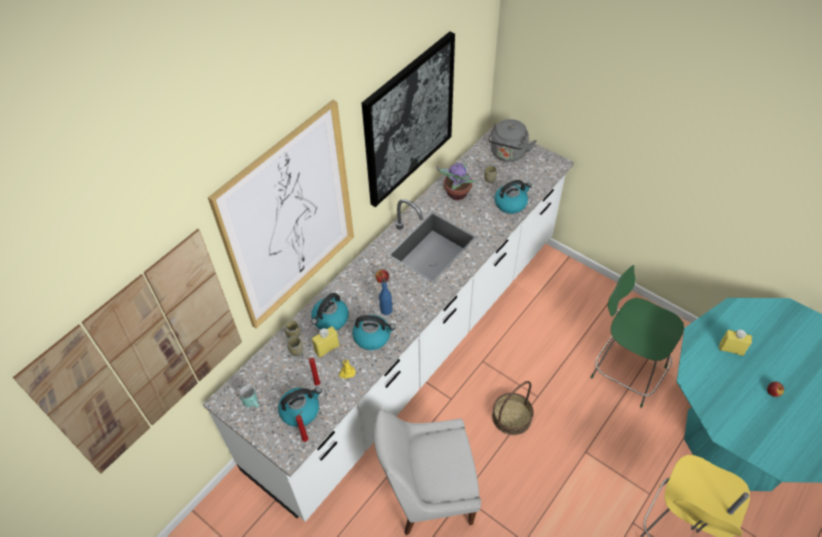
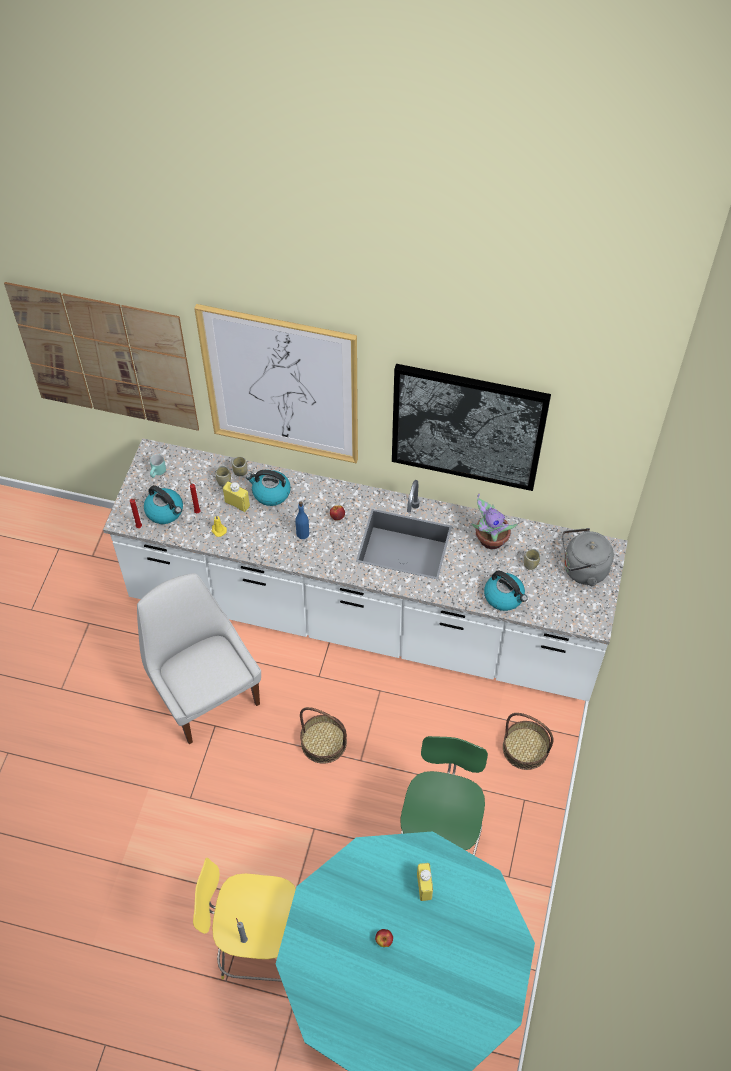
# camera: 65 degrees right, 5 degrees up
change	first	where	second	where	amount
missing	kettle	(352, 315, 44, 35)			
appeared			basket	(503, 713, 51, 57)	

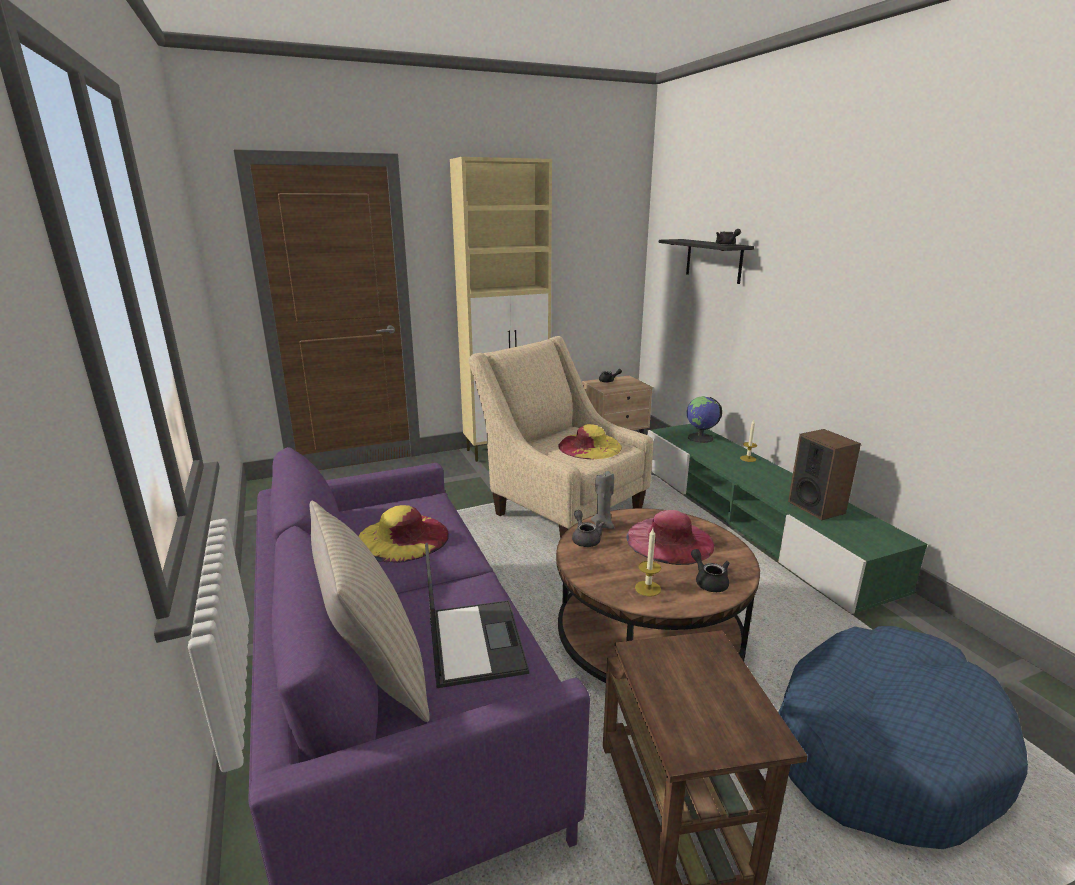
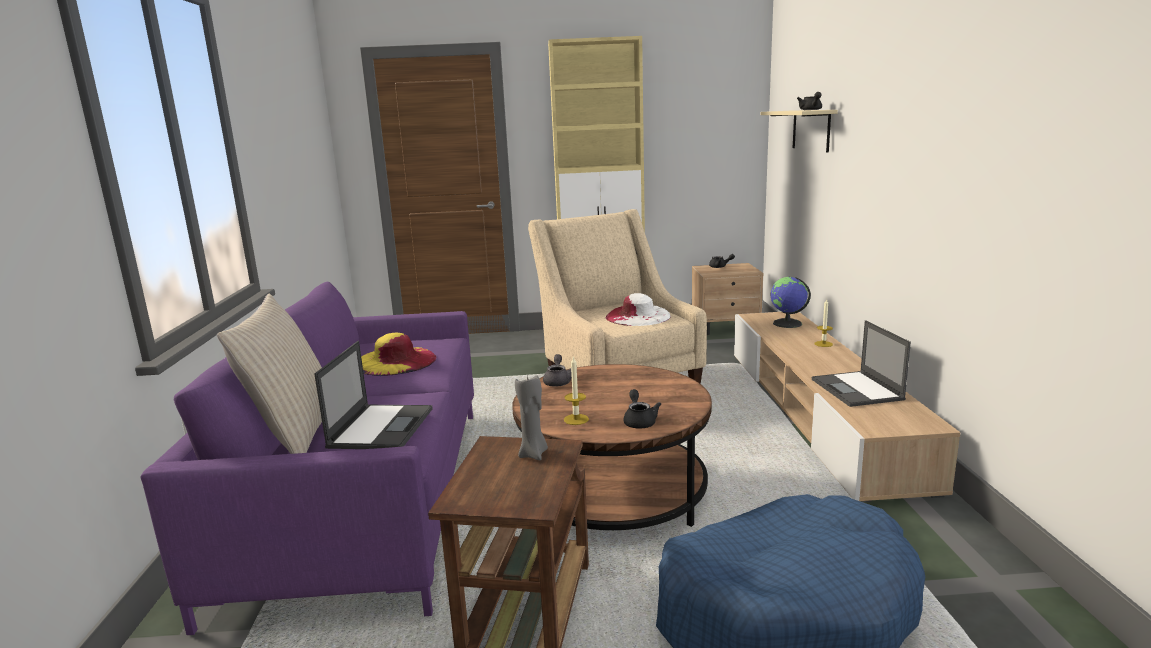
# camera: 20 degrees right, 5 degrees down
change	first	where	second	where	amount
colour	black shelf	(659, 239, 95, 45)	beige shelf	(760, 110, 78, 43)	
colour	yellow hat	(558, 424, 64, 35)	white hat	(606, 293, 65, 33)	
colour	green tv stand	(647, 424, 280, 190)	beige tv stand	(734, 312, 227, 191)	
exchanged	speaker	(788, 429, 73, 91)	laptop	(812, 320, 99, 87)	
relocated	grey candle	(591, 471, 24, 58)		(515, 374, 33, 86)	
missing	pink hat	(626, 510, 88, 55)			

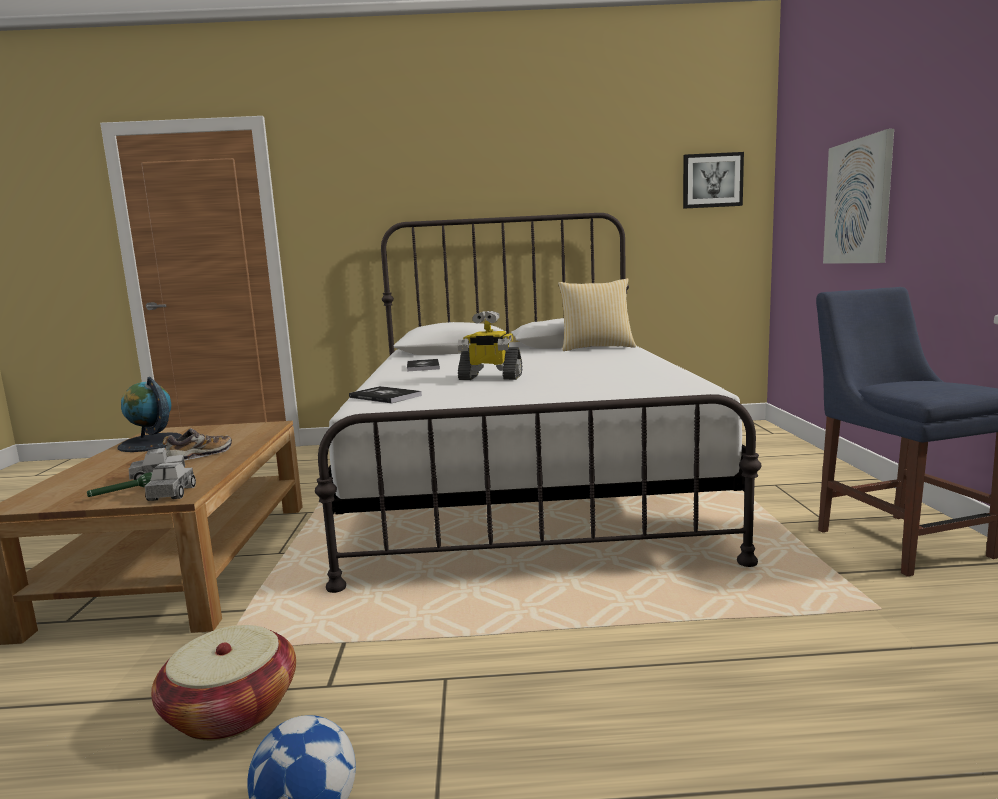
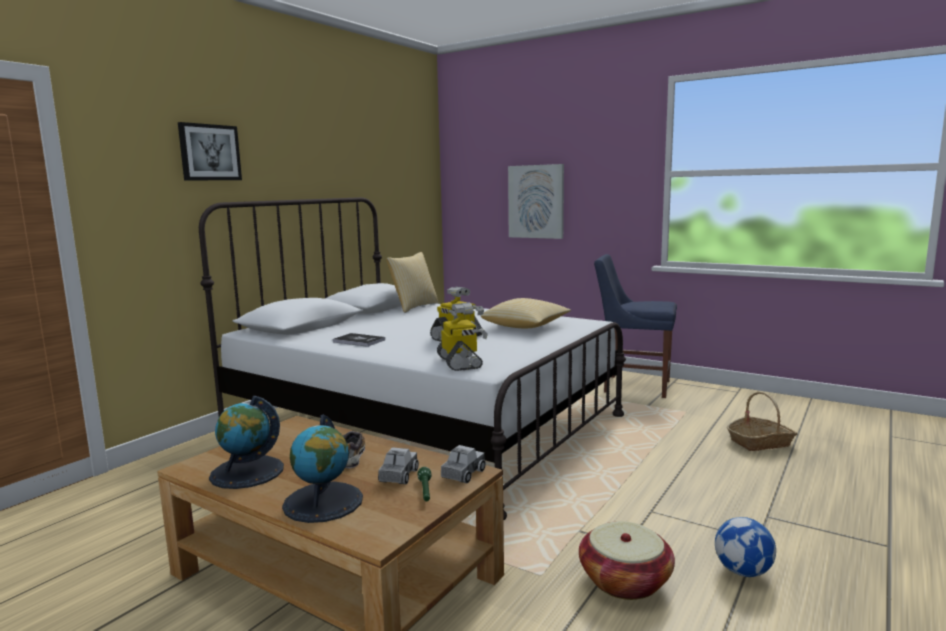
# camera: 55 degrees left, 0 degrees up
change	first	where	second	where	amount
relocated	picture	(683, 152, 61, 57)		(178, 122, 64, 58)	
exchanged	book	(349, 386, 73, 18)	toy robot	(437, 302, 51, 69)	
spun	toy truck	(145, 462, 51, 39)		(441, 445, 45, 39)	90 degrees clockwise
appeared			pillow	(481, 298, 90, 30)	
appeared			basket	(727, 392, 71, 59)	
appeared			globe	(282, 414, 81, 109)	

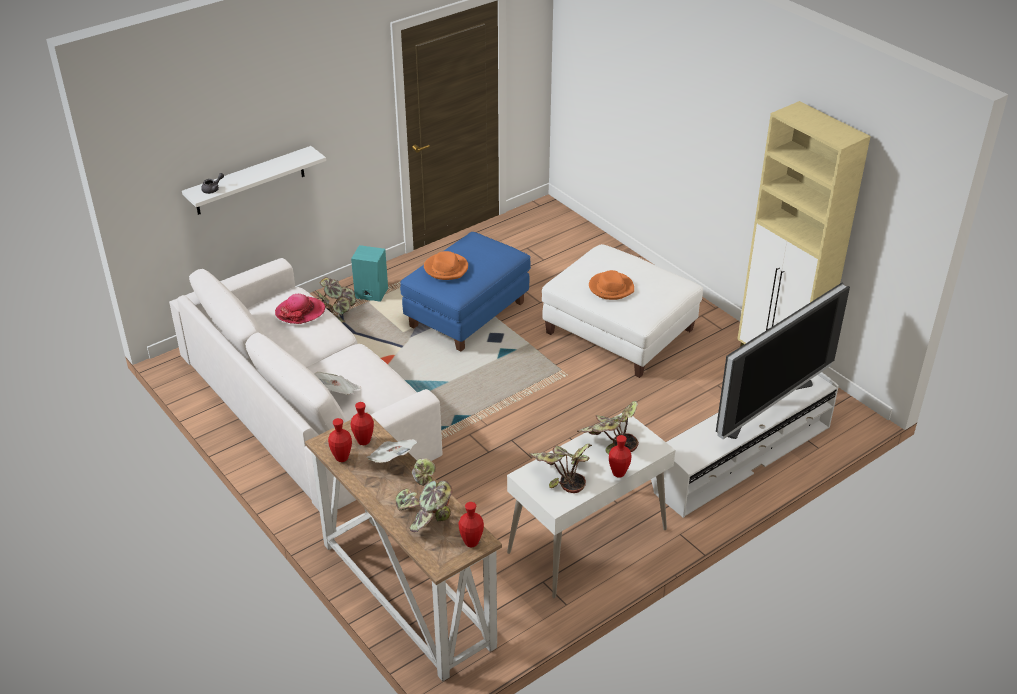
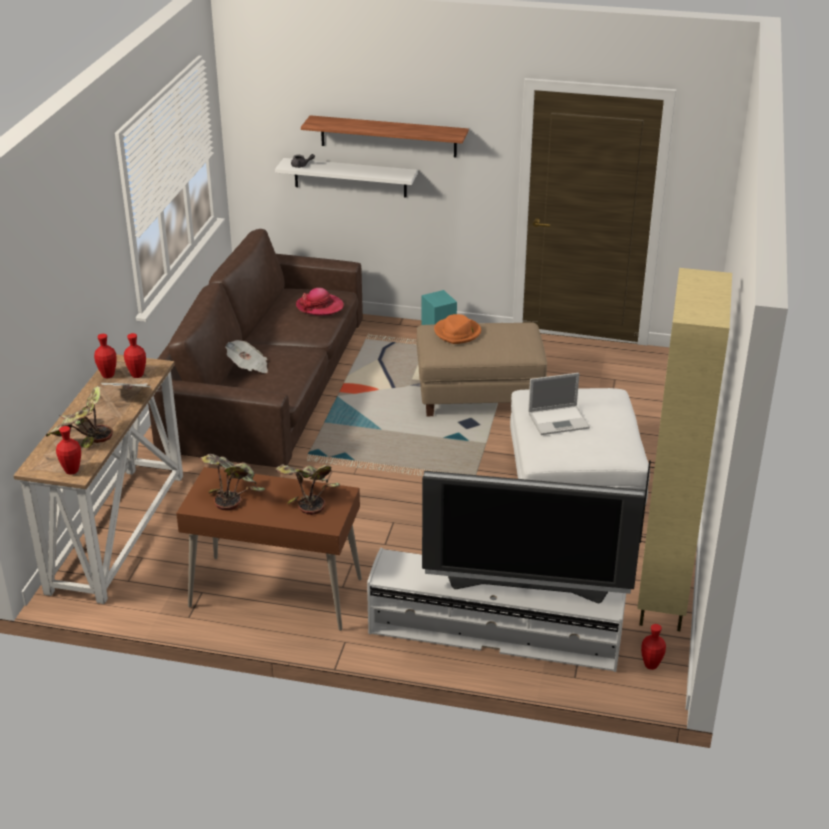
# camera: 50 degrees right, 5 degrees down
change	first	where	second	where	amount
colour	blue ottoman	(400, 232, 131, 120)	beige ottoman	(416, 323, 131, 93)	
colour	white sofa	(169, 258, 273, 252)	brown sofa	(148, 229, 215, 238)	
exchanged	orange hat	(589, 270, 45, 30)	laptop	(528, 373, 62, 62)	
missing	potted plant	(316, 277, 41, 46)			
colour	white desk	(507, 413, 168, 185)	brown desk	(176, 467, 186, 164)	
relocated	red vase	(609, 435, 23, 43)		(641, 624, 25, 46)	
appeared			shelf	(301, 115, 168, 42)	

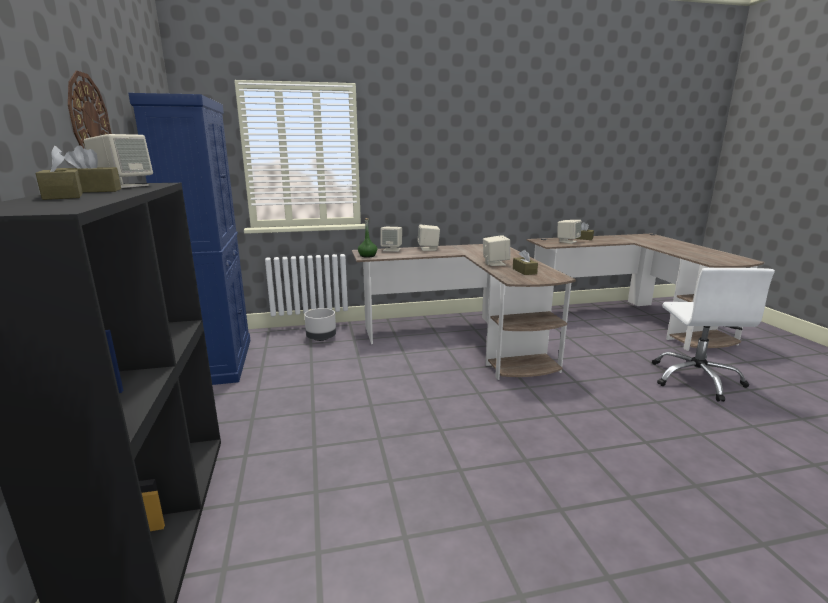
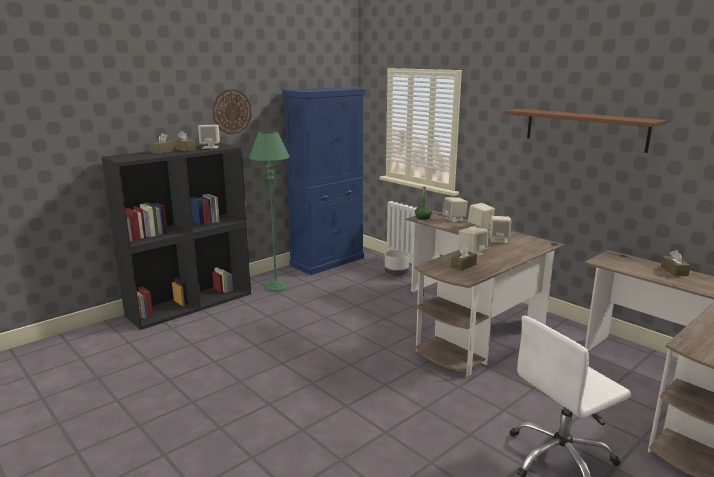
# camera: 60 degrees right, 0 degrees up
change	first	where	second	where	amount
relocated	beige speaker	(557, 220, 24, 24)		(490, 216, 21, 27)	
appeared			brown shelf	(505, 109, 162, 44)	
appeared			green floor lamp	(249, 131, 41, 161)	

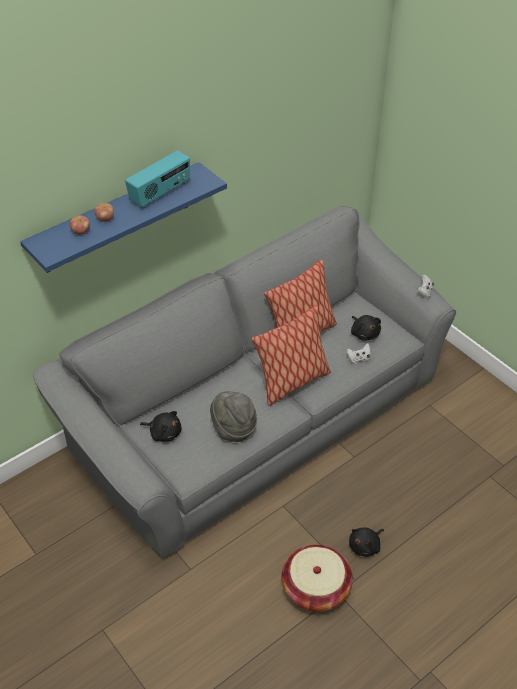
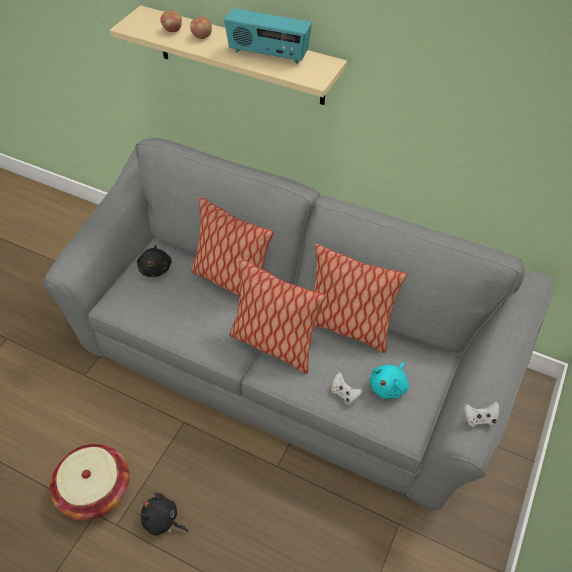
# camera: 65 degrees right, 5 degrees up
change	first	where	second	where	amount
colour	blue shelf	(20, 162, 207, 111)	beige shelf	(109, 5, 238, 100)	
colour	black plush toy	(351, 315, 30, 26)	turquoise plush toy	(370, 362, 39, 37)	
missing	grey hat	(210, 391, 47, 51)			
appeared			pillow	(191, 197, 82, 100)	

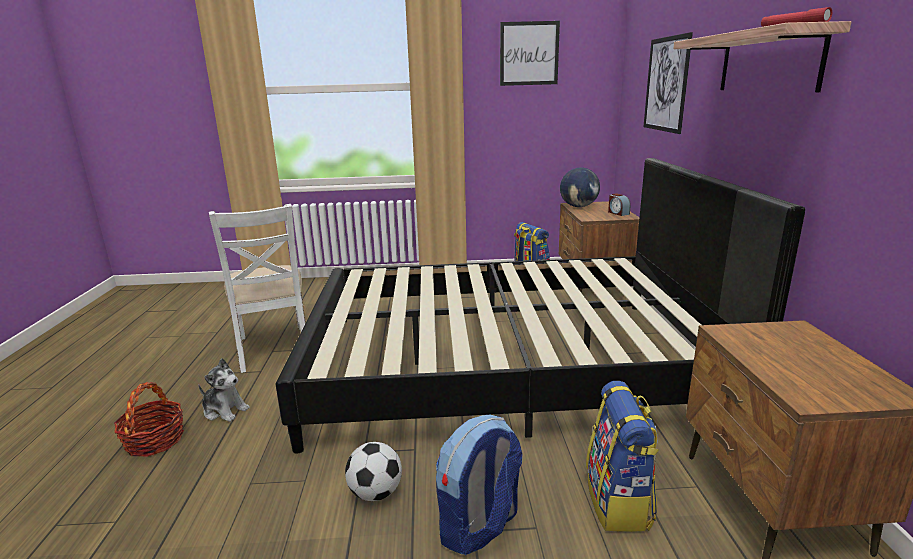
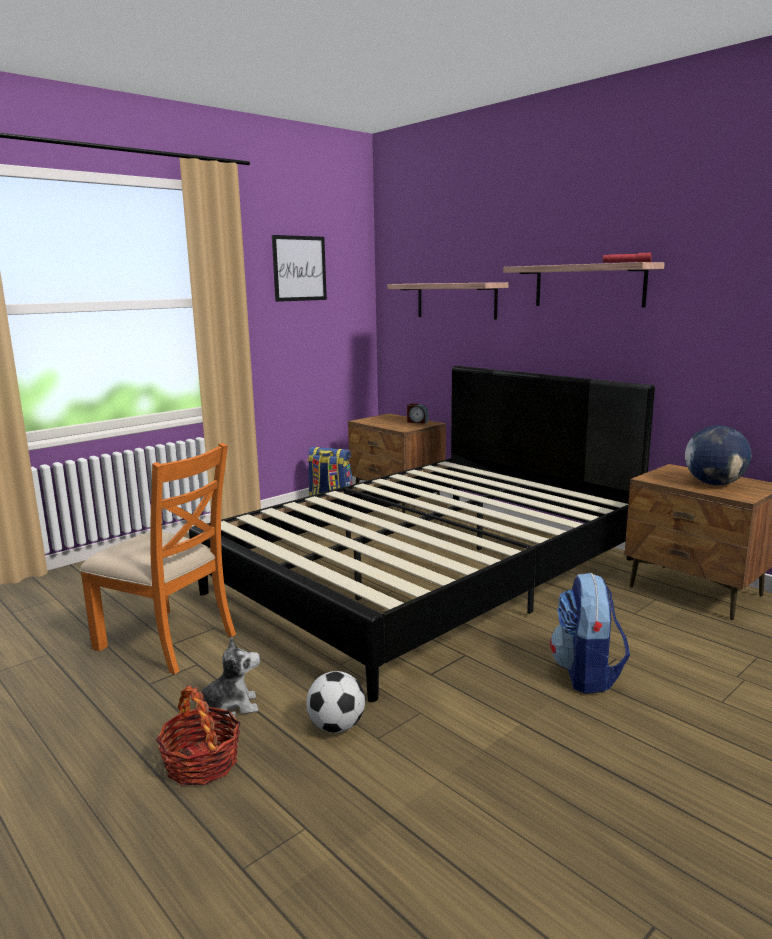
# camera: 40 degrees left, 5 degrees down
change	first	where	second	where	amount
exchanged	picture	(643, 32, 50, 102)	shelf	(387, 282, 122, 38)	
relocated	globe	(560, 168, 40, 39)		(685, 425, 66, 60)	
colour	white chair	(209, 204, 97, 169)	orange chair	(80, 443, 156, 232)	
missing	backpack	(586, 381, 73, 151)			
relocated	football	(345, 442, 57, 59)		(306, 671, 59, 62)	

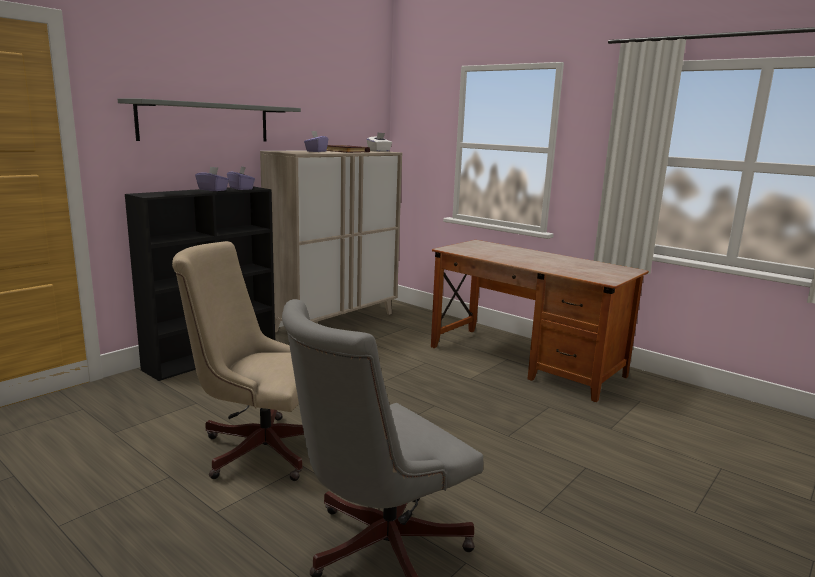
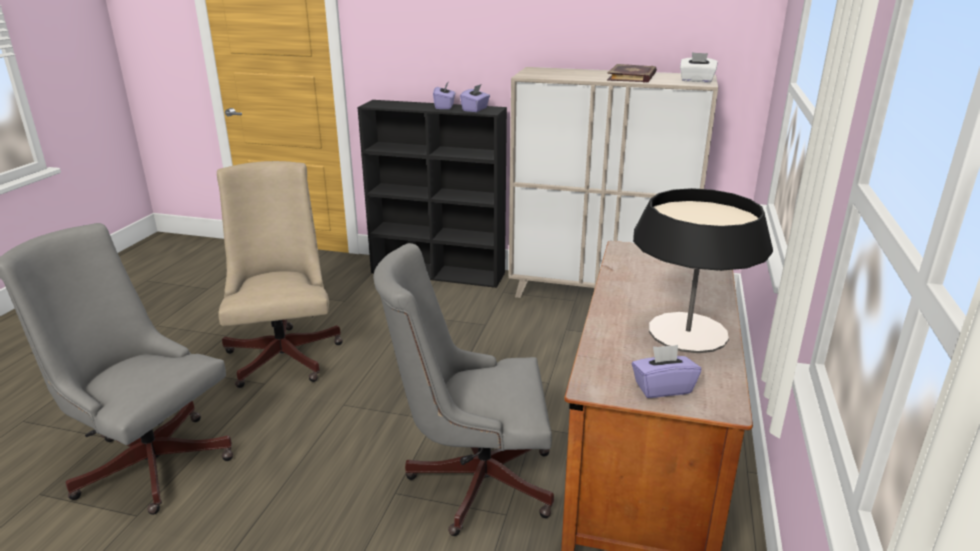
# camera: 65 degrees right, 10 degrees up
change	first	where	second	where	amount
missing	grey shelf	(118, 99, 183, 43)			
relocated	purple tissue box	(304, 131, 24, 21)		(632, 345, 69, 53)	
appeared			table lamp	(633, 188, 140, 165)	
appeared			grey office chair	(373, 243, 181, 293)	

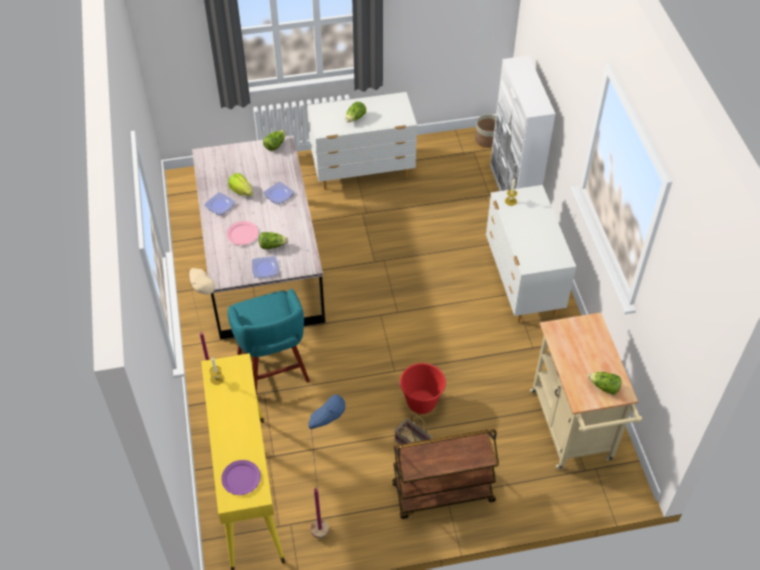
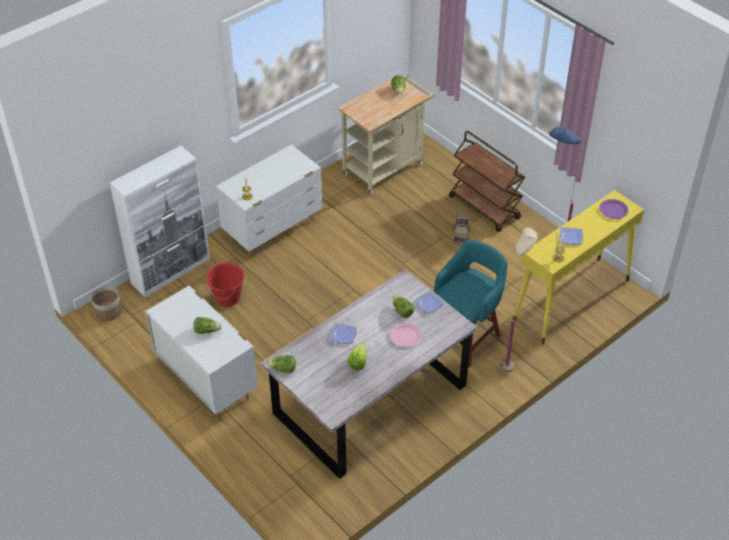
# camera: 120 degrees left, 5 degrees down
change	first	where	second	where	amount
relocated	plate	(204, 192, 32, 23)		(559, 227, 24, 18)	
relocated	red bucket	(399, 363, 47, 51)		(206, 263, 39, 44)	

